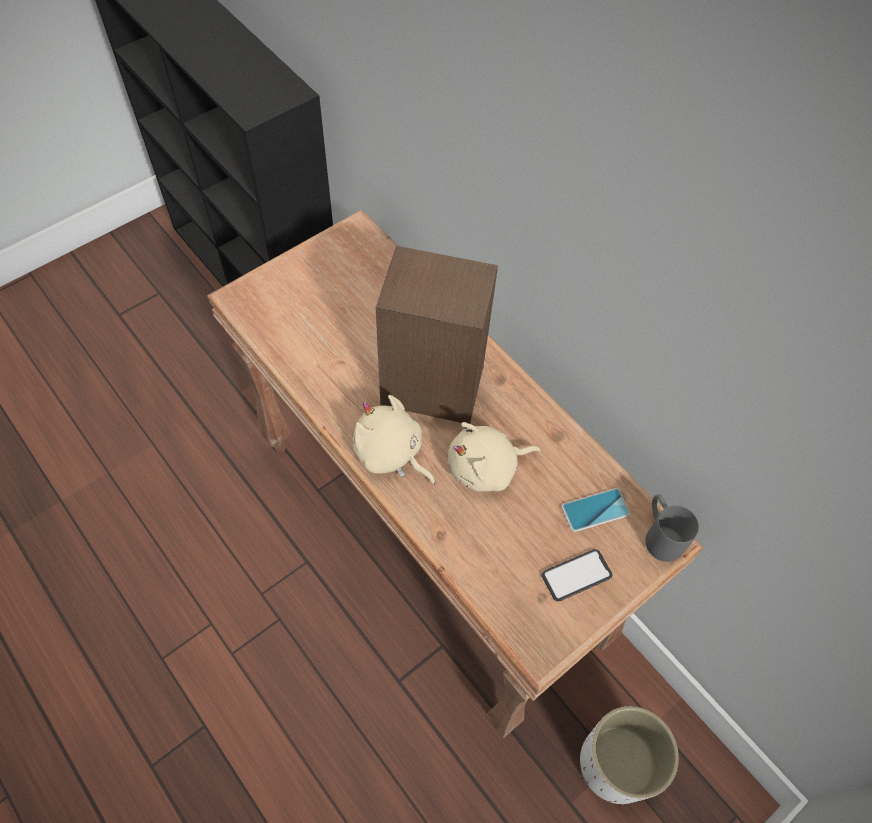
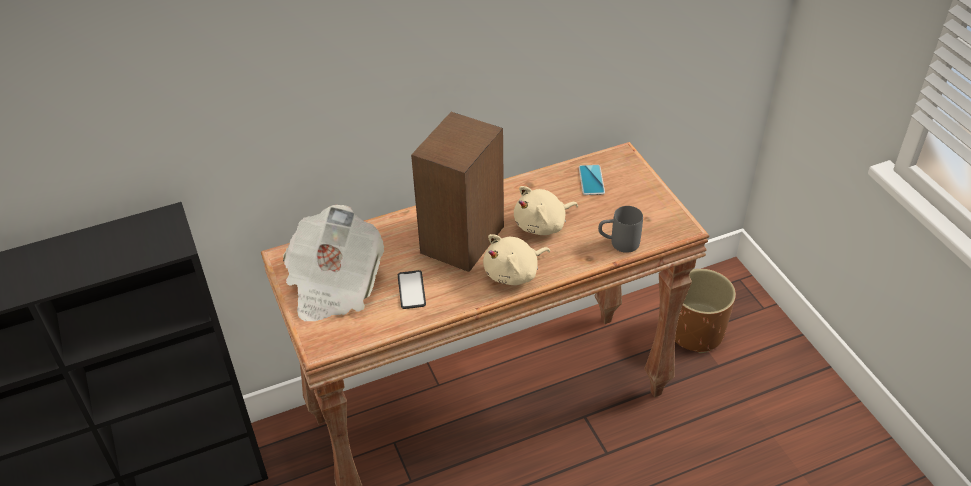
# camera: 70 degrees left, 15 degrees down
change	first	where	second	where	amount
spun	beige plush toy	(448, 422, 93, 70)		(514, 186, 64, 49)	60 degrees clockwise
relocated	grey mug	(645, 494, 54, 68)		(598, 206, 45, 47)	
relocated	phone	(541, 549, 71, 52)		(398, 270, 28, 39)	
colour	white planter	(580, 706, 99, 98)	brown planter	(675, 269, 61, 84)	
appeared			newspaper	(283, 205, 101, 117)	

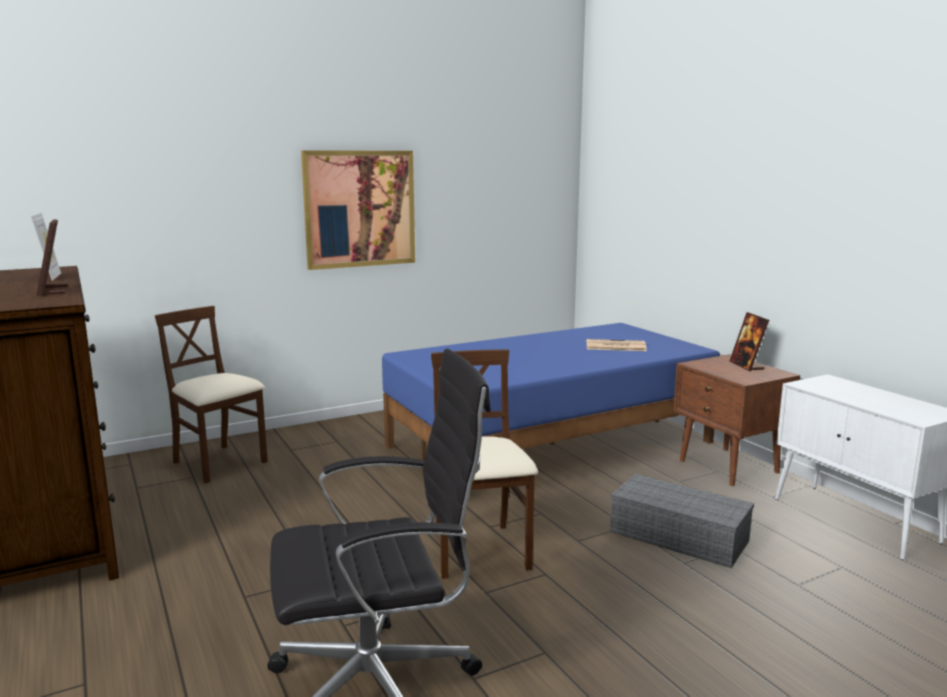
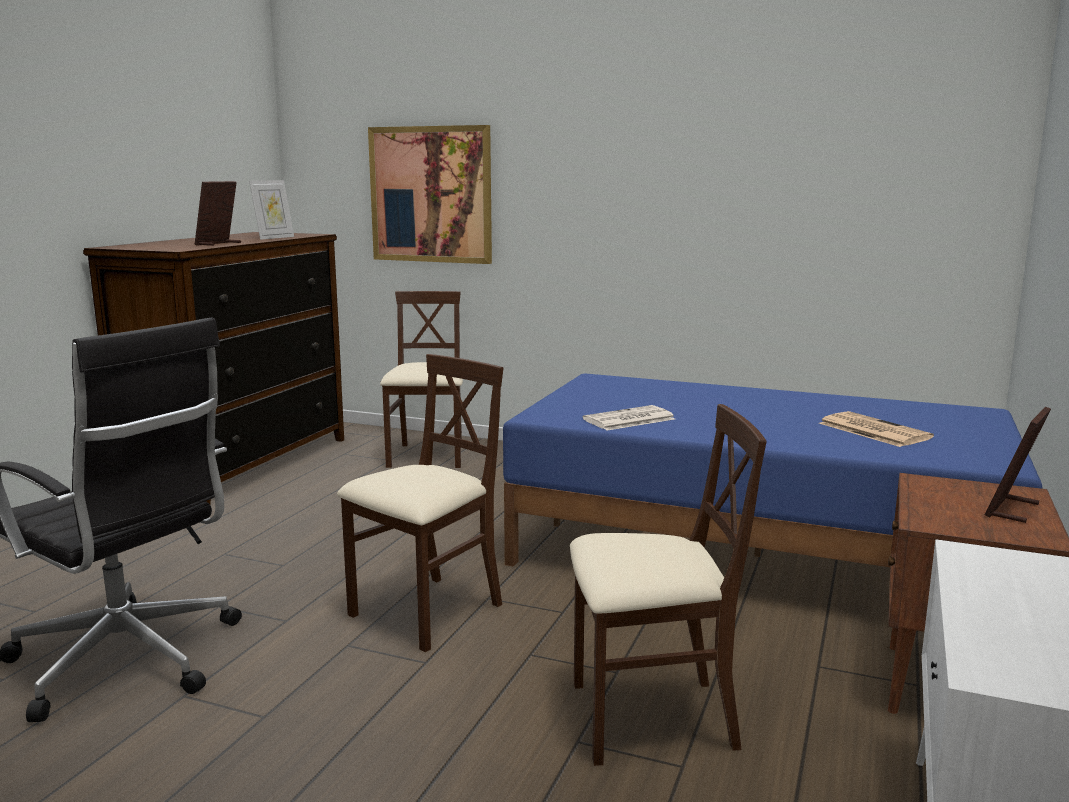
# camera: 50 degrees right, 0 degrees up
change	first	where	second	where	amount
relocated	picture	(301, 150, 114, 120)		(368, 125, 124, 139)	
exchanged	grey storage box	(610, 474, 144, 94)	beige chair	(570, 404, 196, 362)	
appeared			newspaper	(582, 405, 93, 26)	

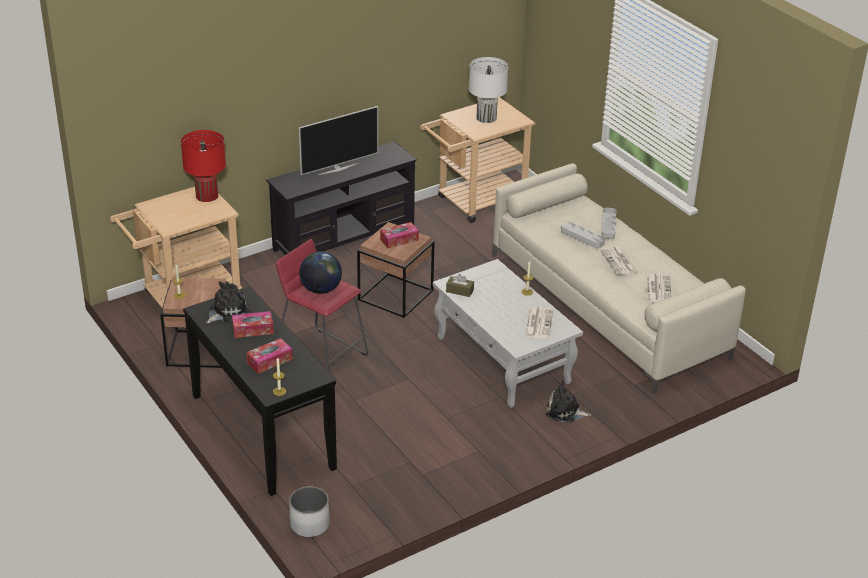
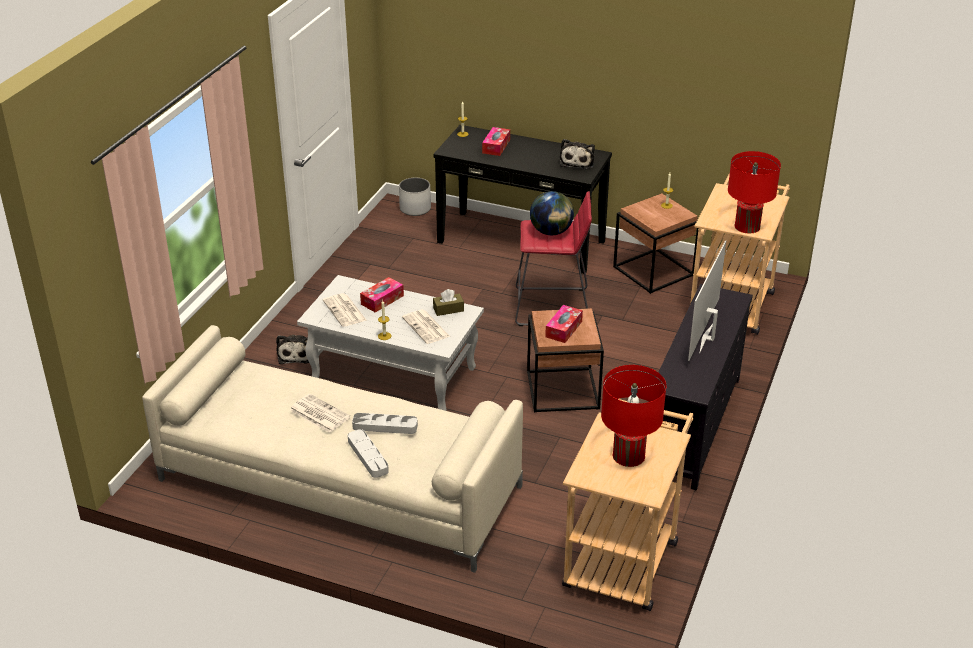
# camera: 145 degrees right, 0 degrees up
change	first	where	second	where	amount
colour	white table lamp	(469, 57, 40, 66)	red table lamp	(601, 365, 65, 102)	
relocated	newspaper	(646, 274, 25, 28)		(402, 310, 48, 34)	
relocated	tissue box	(232, 311, 42, 27)		(360, 277, 44, 36)	
spun	plush toy	(546, 380, 45, 43)		(276, 335, 33, 29)	105 degrees clockwise

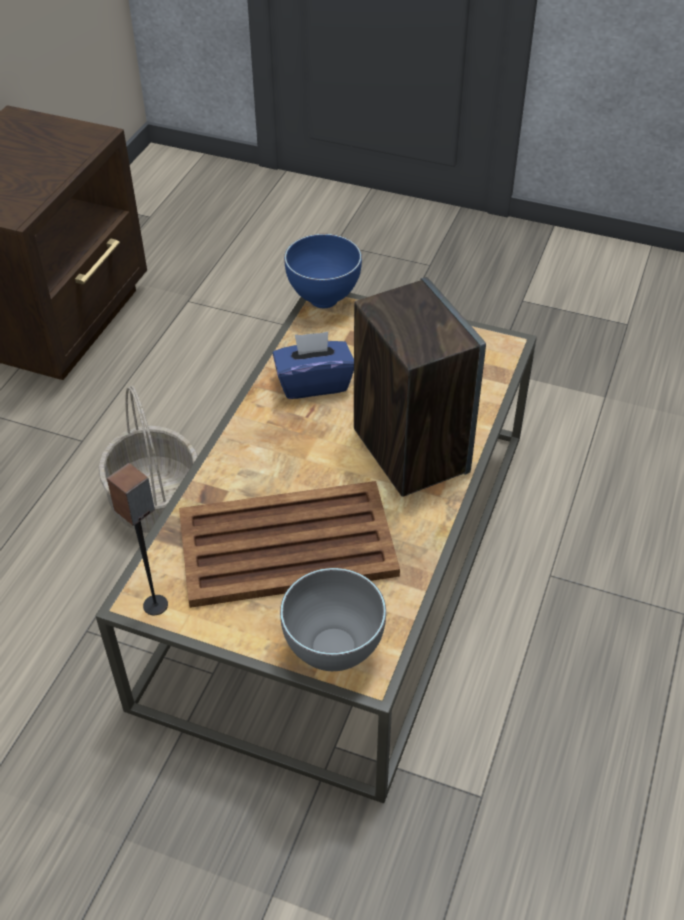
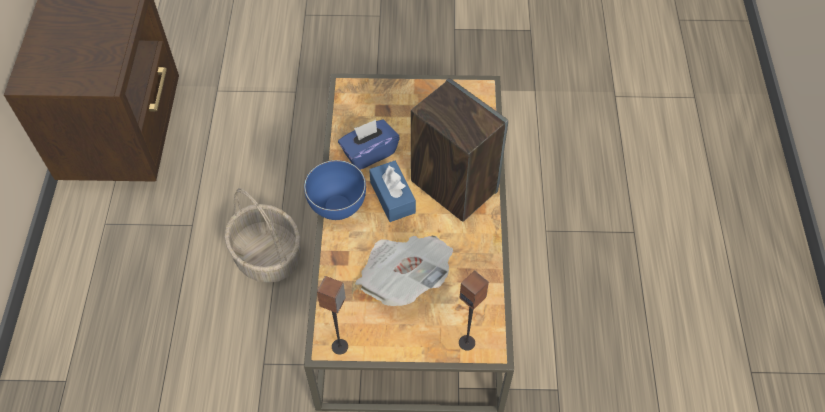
# camera: 20 degrees left, 10 degrees up
change	first	where	second	where	amount
relocated	blue bowl	(284, 234, 78, 74)		(304, 160, 62, 60)	
exchanged	brown tray	(179, 481, 221, 127)	newspaper	(355, 236, 98, 70)	
exchanged	grey bowl	(280, 568, 106, 103)	speaker	(459, 271, 30, 80)	
appeared			blue tissue box	(369, 161, 47, 61)	

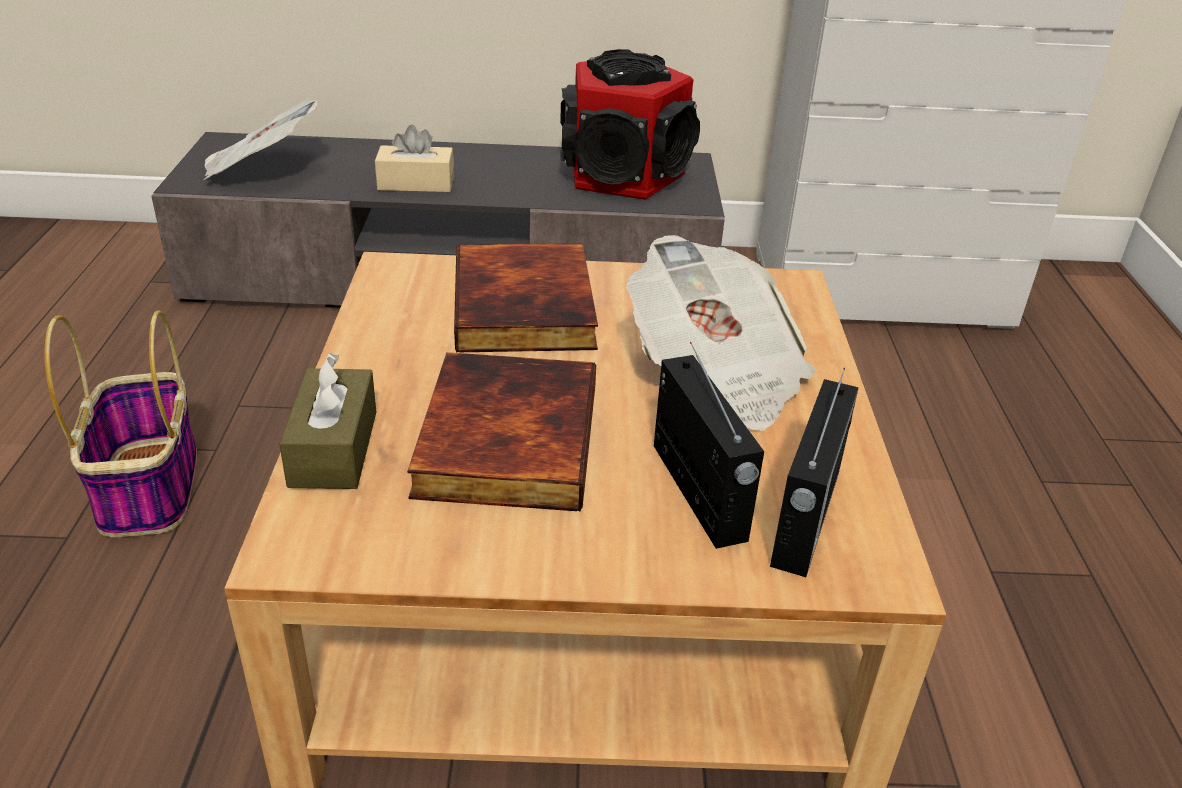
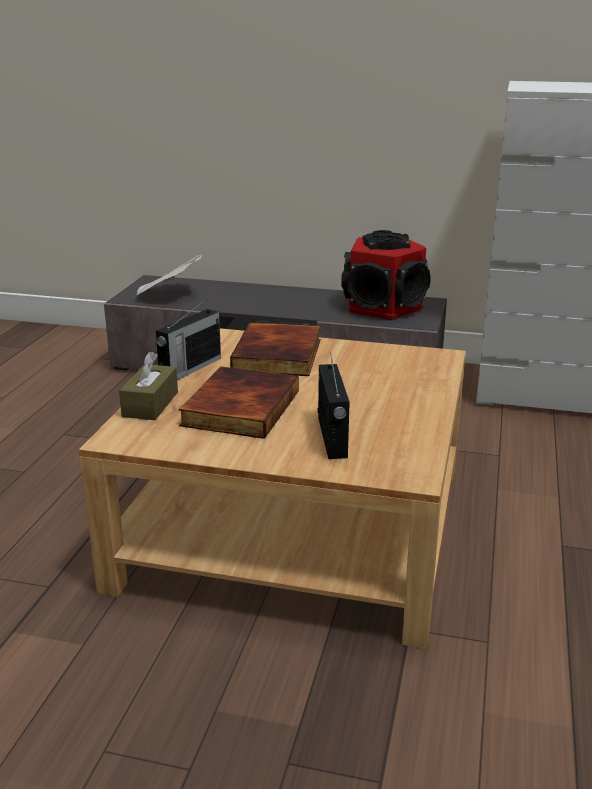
# camera: 15 degrees right, 10 degrees down
change	first	where	second	where	amount
missing	beige tissue box	(375, 125, 79, 67)			
missing	newspaper	(627, 235, 188, 196)			
missing	basket	(44, 311, 153, 226)			
relocated	radio	(770, 368, 89, 209)		(156, 299, 65, 81)	

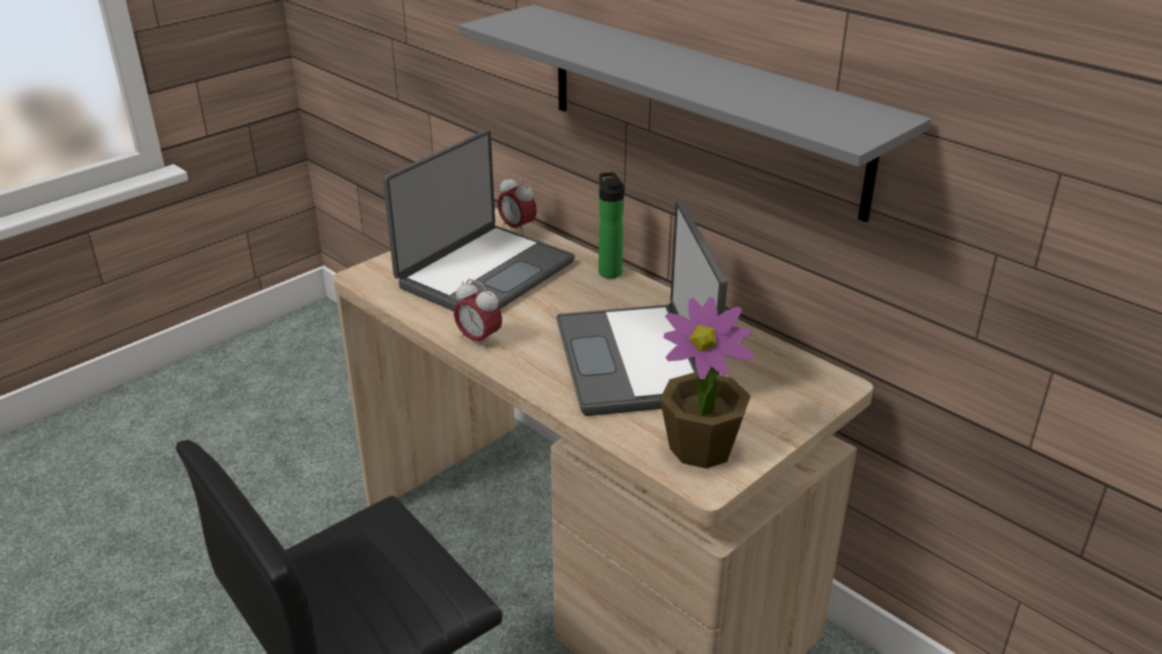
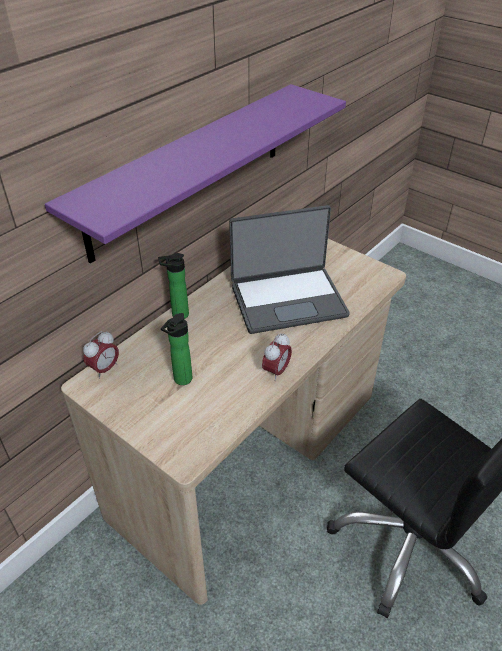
# camera: 95 degrees left, 10 degrees up
change	first	where	second	where	amount
colour	grey shelf	(459, 5, 472, 217)	purple shelf	(45, 84, 301, 179)	
exchanged	laptop	(383, 130, 192, 181)	bottle	(161, 313, 31, 72)	
missing	potted plant	(660, 297, 94, 172)			

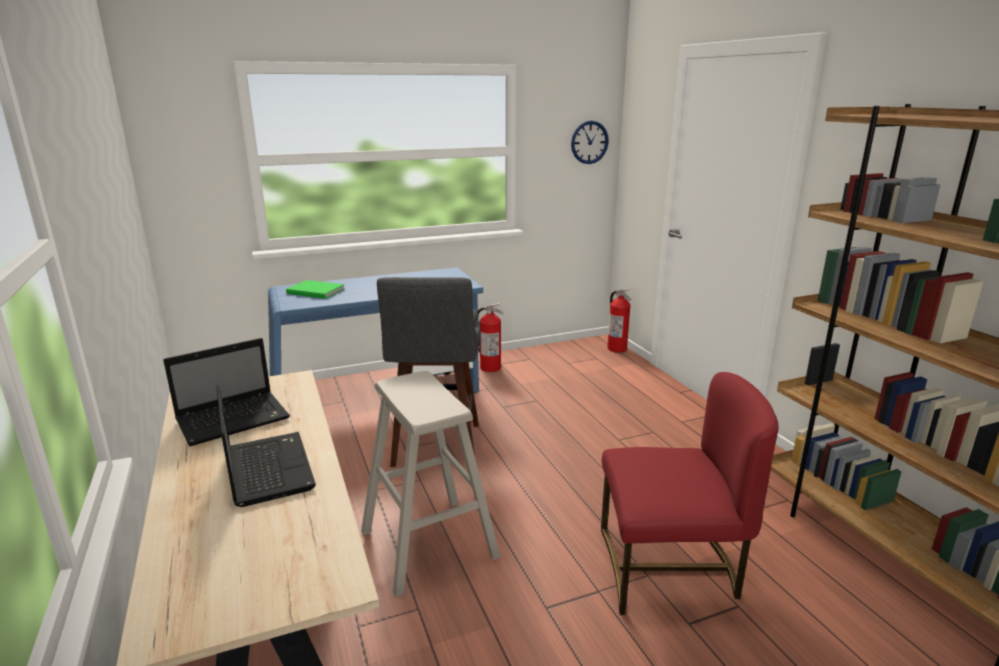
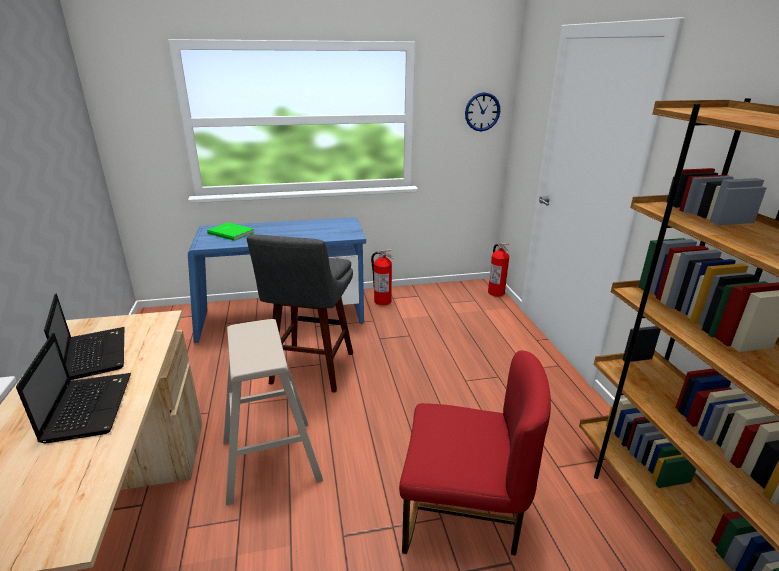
# camera: 10 degrees right, 5 degrees up
change	first	where	second	where	amount
spun	laptop	(163, 338, 127, 108)		(44, 294, 80, 86)	90 degrees counterclockwise

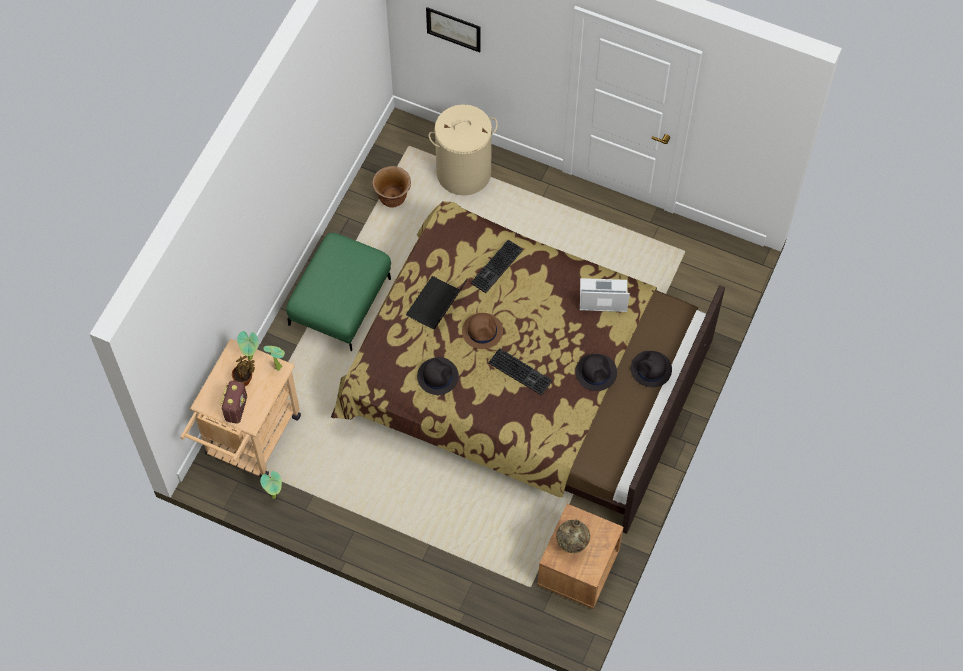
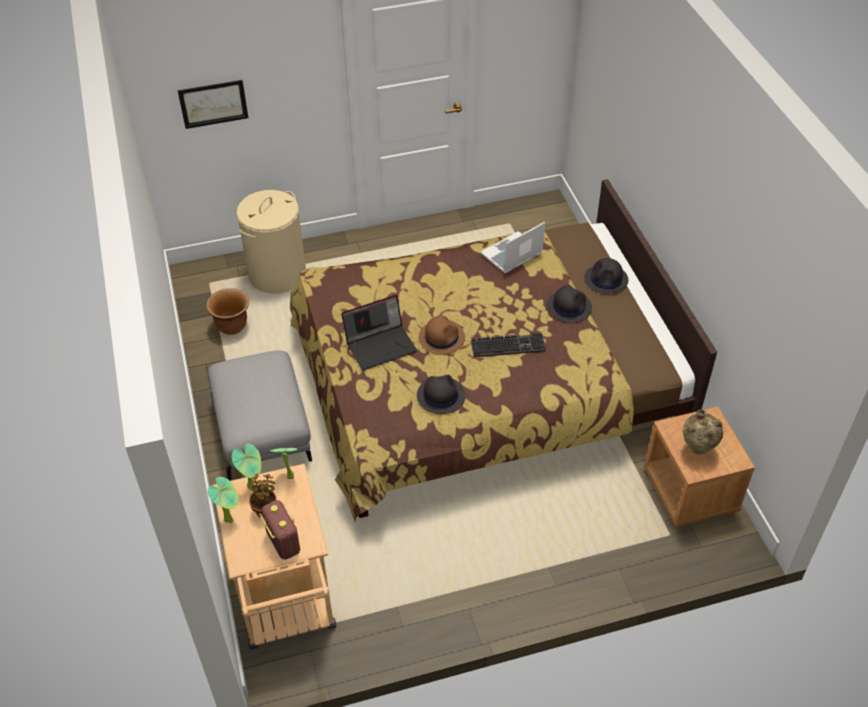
# camera: 40 degrees left, 15 degrees down
change	first	where	second	where	amount
colour	green ottoman	(286, 233, 105, 118)	grey ottoman	(208, 350, 104, 131)	
missing	keyboard	(471, 240, 52, 53)			
spun	laptop	(406, 276, 61, 53)		(341, 295, 76, 75)	105 degrees counterclockwise
relocated	potted plant	(260, 471, 22, 28)		(208, 477, 31, 47)	

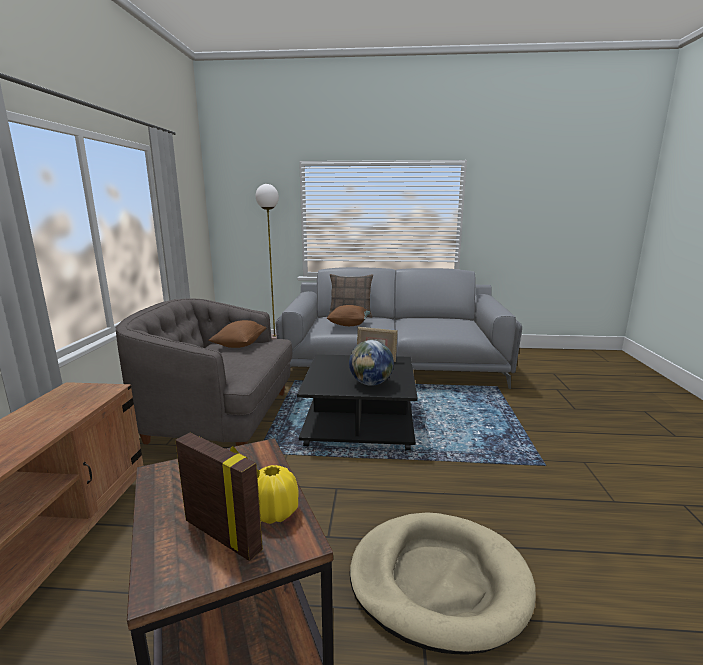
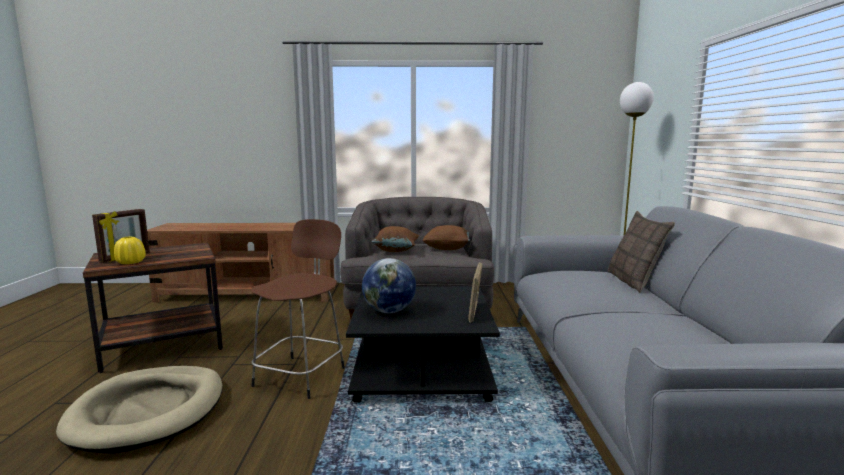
# camera: 85 degrees right, 5 degrees down
change	first	where	second	where	amount
relocated	brown pillow	(326, 305, 45, 21)		(371, 226, 48, 26)	
appeared			brown stool	(251, 219, 94, 180)	

